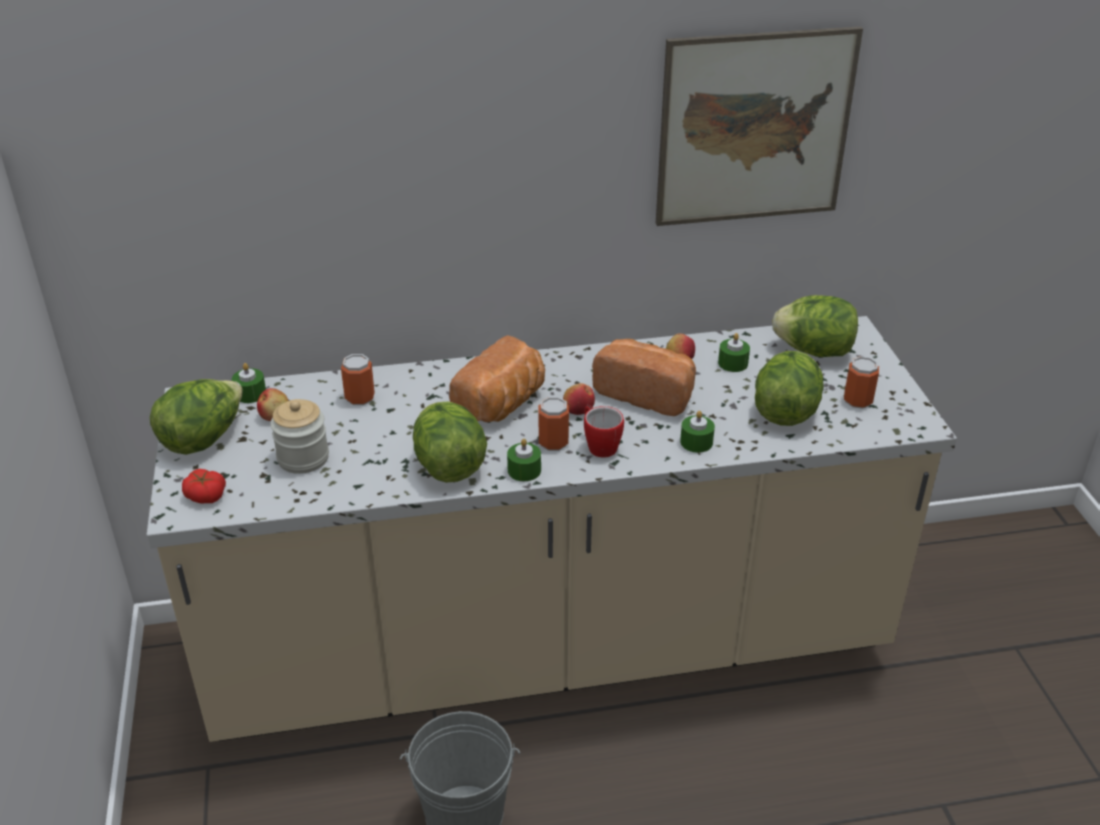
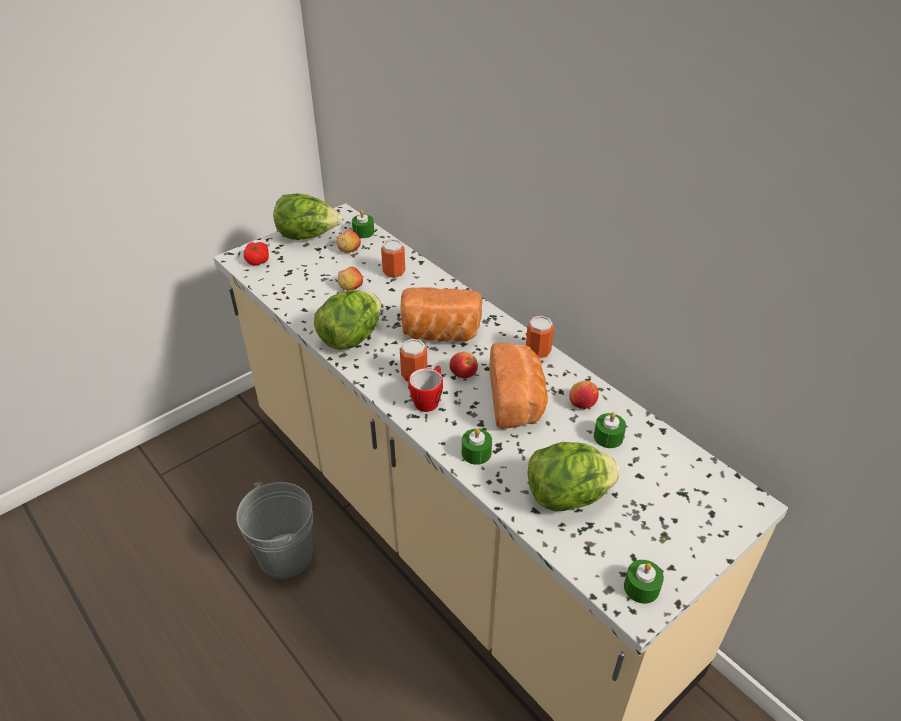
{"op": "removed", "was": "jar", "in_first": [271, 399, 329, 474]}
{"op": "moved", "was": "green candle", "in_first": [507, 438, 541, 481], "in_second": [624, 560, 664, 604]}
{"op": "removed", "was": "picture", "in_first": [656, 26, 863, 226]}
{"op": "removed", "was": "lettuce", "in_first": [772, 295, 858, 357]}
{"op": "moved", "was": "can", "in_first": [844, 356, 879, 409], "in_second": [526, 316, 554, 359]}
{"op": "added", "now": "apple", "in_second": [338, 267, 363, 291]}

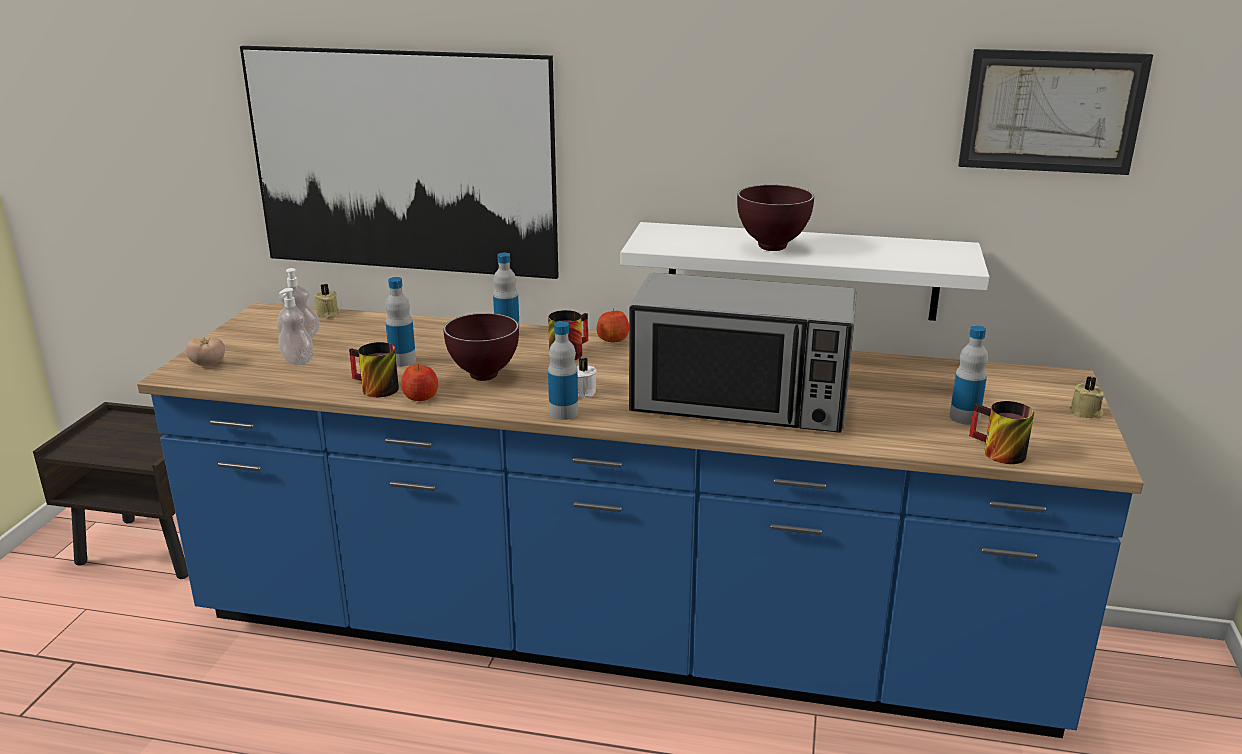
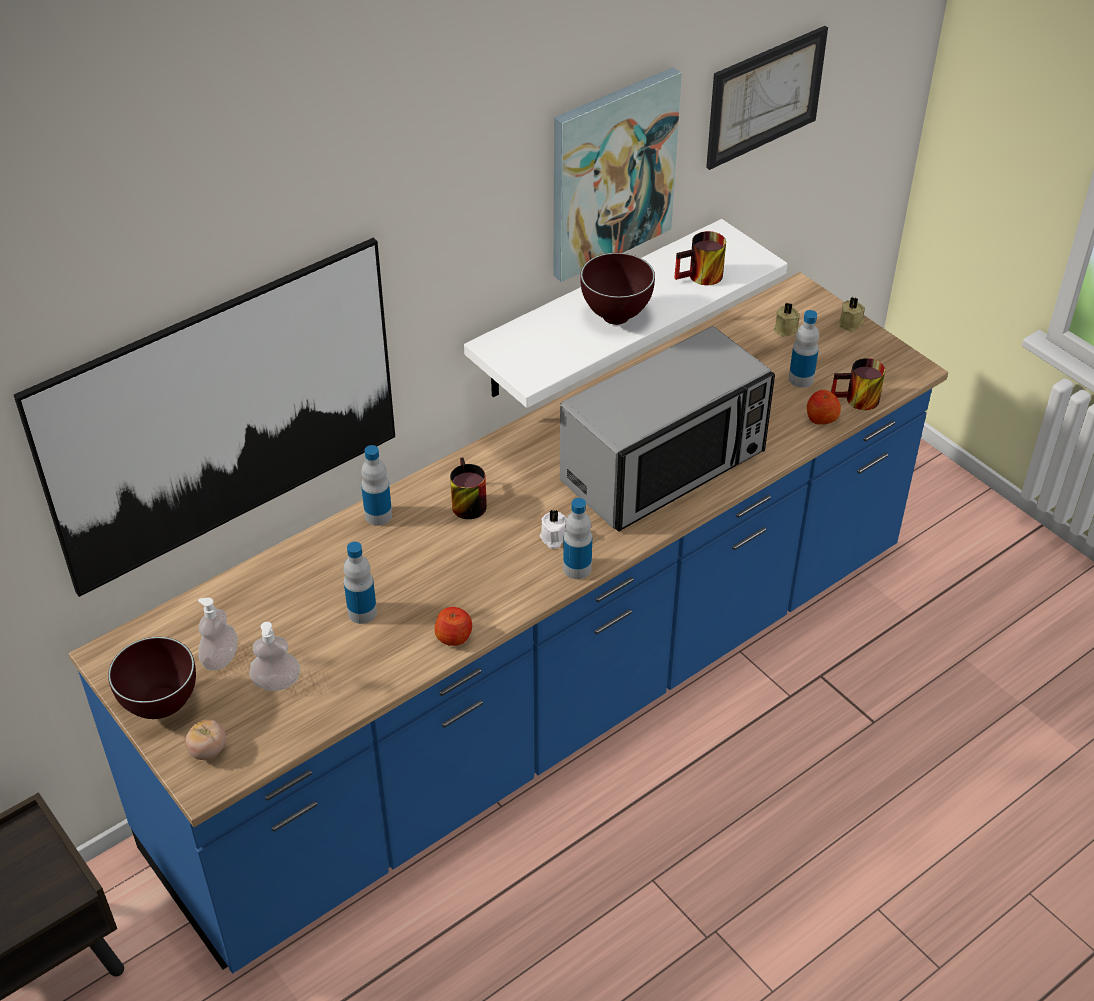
{"op": "moved", "was": "beige candle", "in_first": [315, 284, 340, 319], "in_second": [773, 303, 800, 337]}
{"op": "moved", "was": "mug", "in_first": [349, 342, 399, 397], "in_second": [674, 231, 726, 285]}
{"op": "moved", "was": "brown bowl", "in_first": [444, 313, 519, 381], "in_second": [108, 637, 196, 719]}
{"op": "moved", "was": "apple", "in_first": [597, 308, 629, 343], "in_second": [807, 390, 841, 425]}
{"op": "added", "now": "picture", "in_second": [553, 67, 682, 282]}

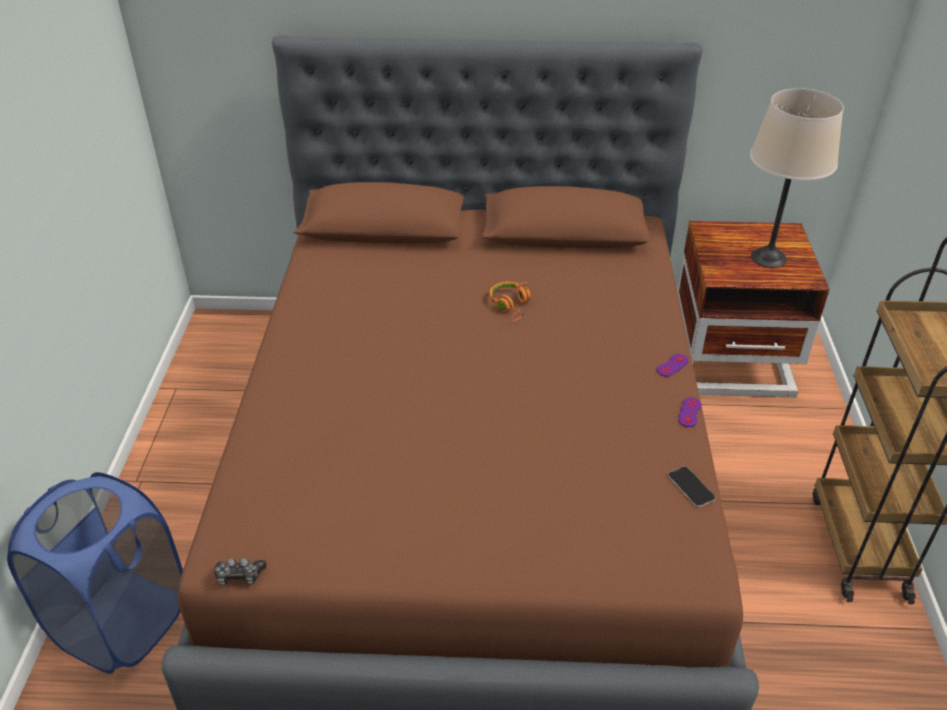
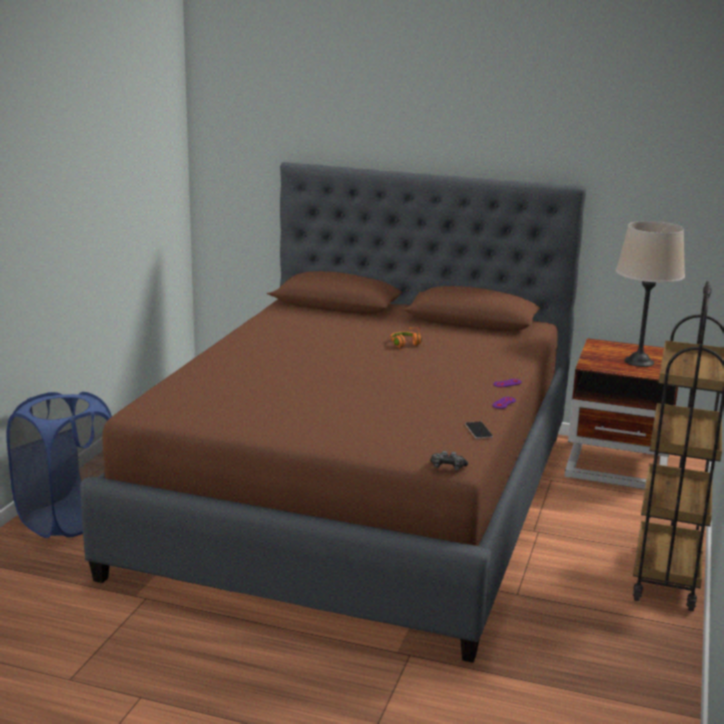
{"op": "moved", "was": "game controller", "in_first": [214, 558, 267, 586], "in_second": [430, 451, 468, 470]}

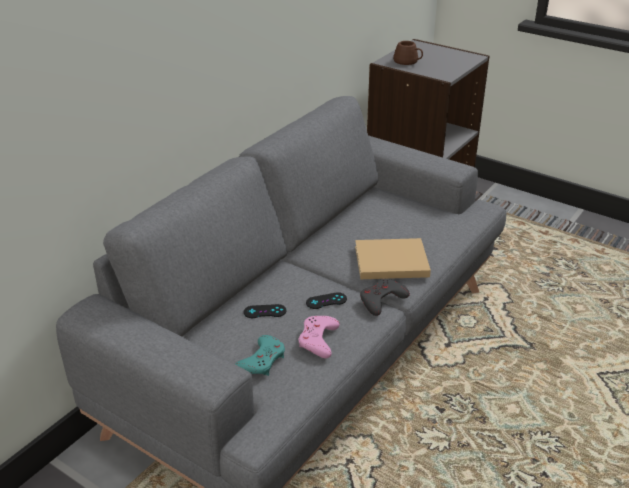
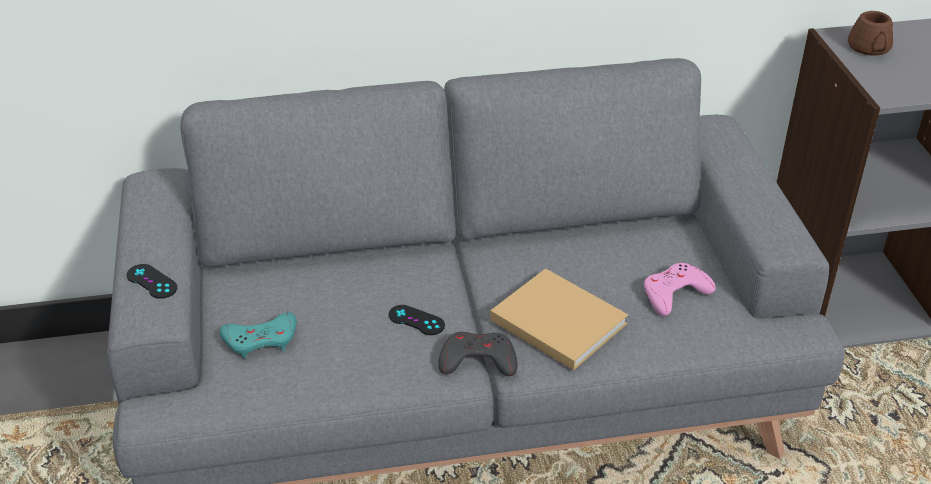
{"op": "moved", "was": "black game controller", "in_first": [244, 304, 287, 318], "in_second": [127, 264, 177, 299]}
{"op": "moved", "was": "pink game controller", "in_first": [298, 316, 340, 358], "in_second": [644, 263, 716, 316]}

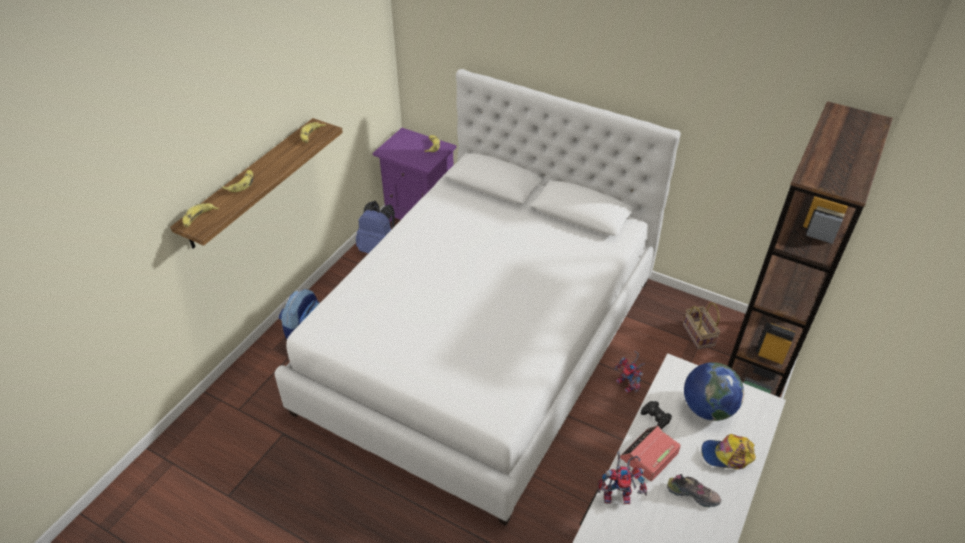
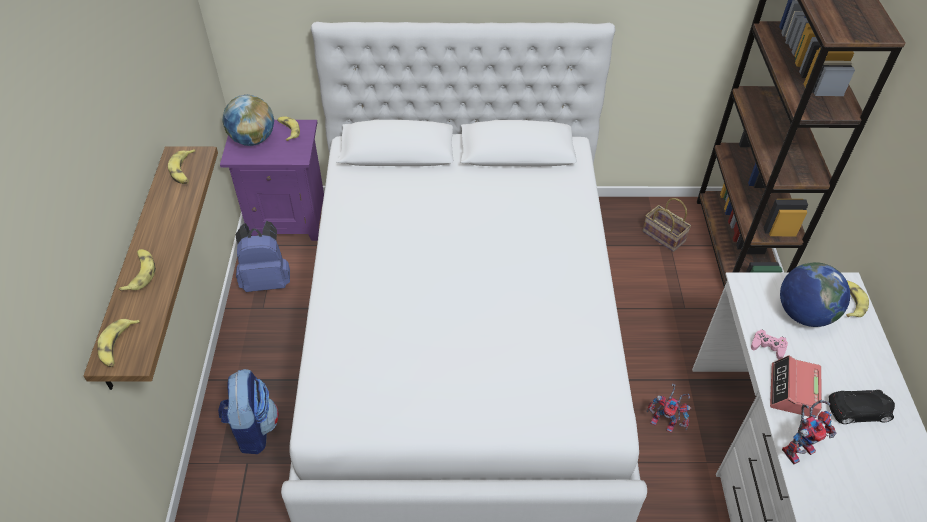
{"op": "moved", "was": "toy robot", "in_first": [614, 351, 645, 393], "in_second": [646, 383, 691, 433]}
{"op": "recoloured", "was": "black game controller", "now": "pink game controller", "in_first": [641, 401, 672, 429], "in_second": [751, 329, 788, 359]}
{"op": "replaced", "was": "shoe", "now": "black toy car", "in_first": [667, 474, 721, 507], "in_second": [829, 390, 895, 424]}
{"op": "removed", "was": "cap", "in_first": [701, 434, 756, 469]}
{"op": "added", "now": "globe", "in_second": [222, 95, 274, 146]}
{"op": "added", "now": "banana", "in_second": [846, 281, 869, 317]}

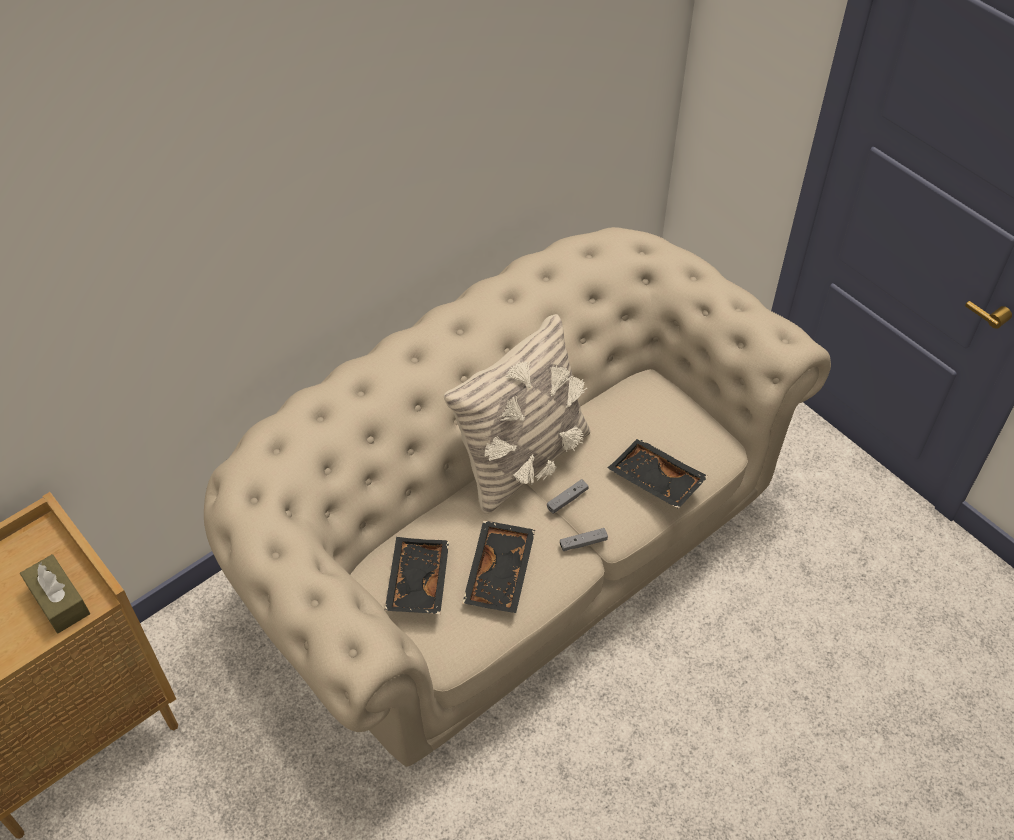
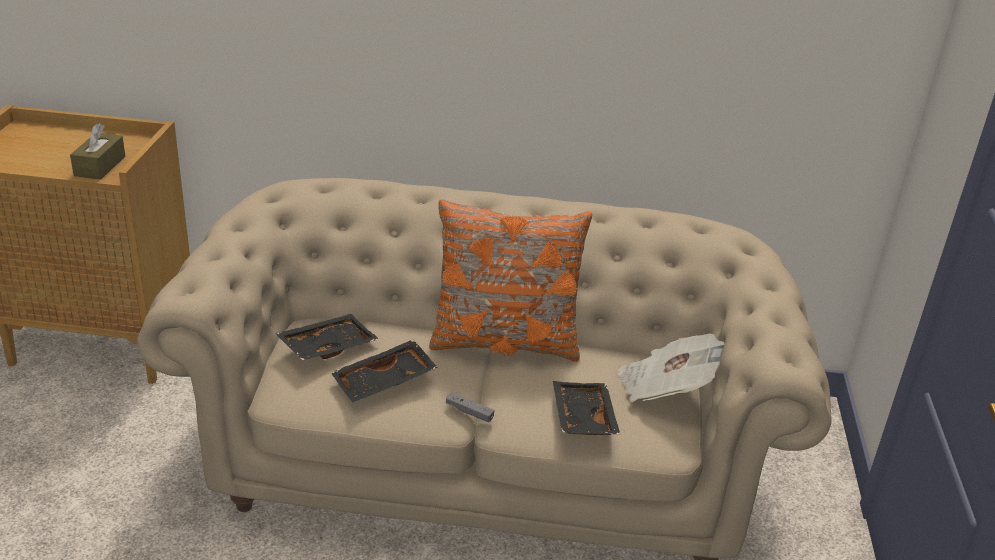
{"op": "recoloured", "was": "beige pillow", "now": "orange pillow", "in_first": [444, 314, 590, 514], "in_second": [429, 199, 592, 362]}
{"op": "removed", "was": "grey game controller", "in_first": [547, 479, 589, 514]}
{"op": "added", "now": "newspaper", "in_second": [617, 334, 725, 402]}

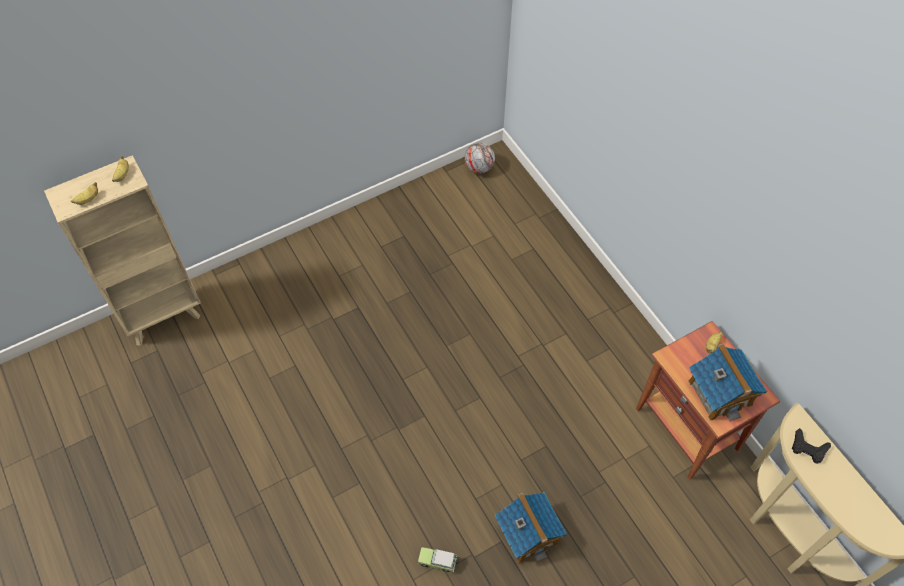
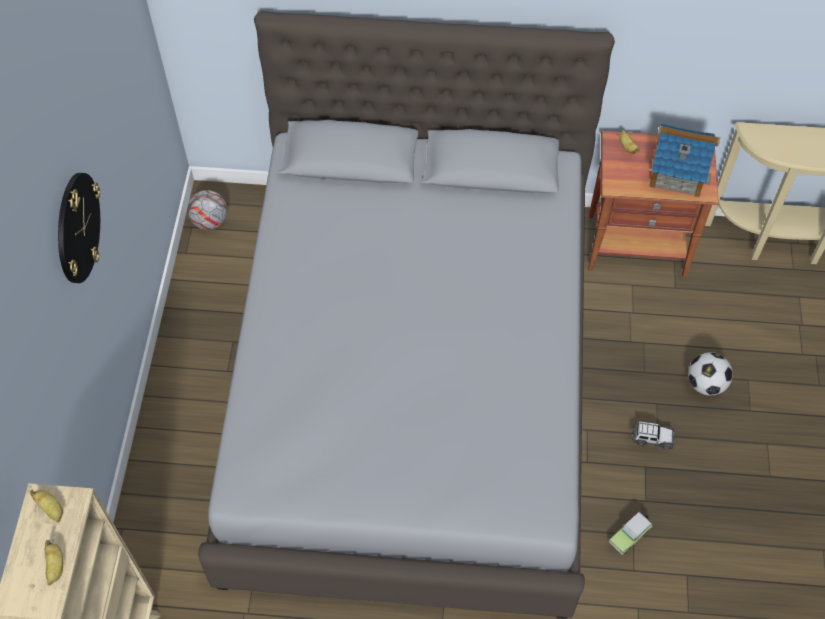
{"op": "replaced", "was": "toy house", "now": "toy car", "in_first": [495, 492, 567, 563], "in_second": [632, 422, 675, 450]}
{"op": "removed", "was": "black game controller", "in_first": [792, 428, 831, 464]}
{"op": "added", "now": "wall clock", "in_second": [58, 173, 100, 283]}
{"op": "added", "now": "grey bed", "in_second": [198, 11, 615, 619]}
{"op": "added", "now": "football", "in_second": [688, 352, 733, 396]}

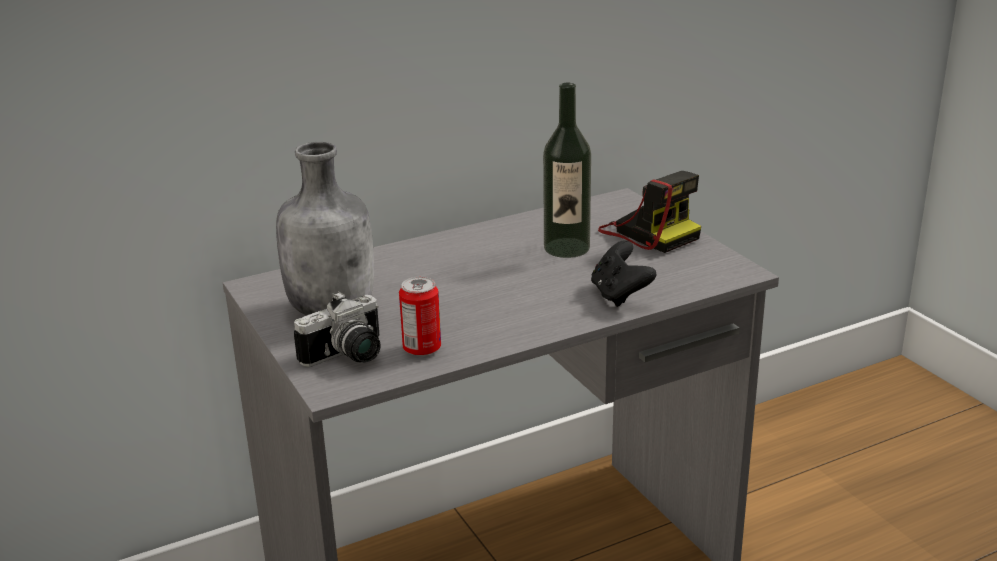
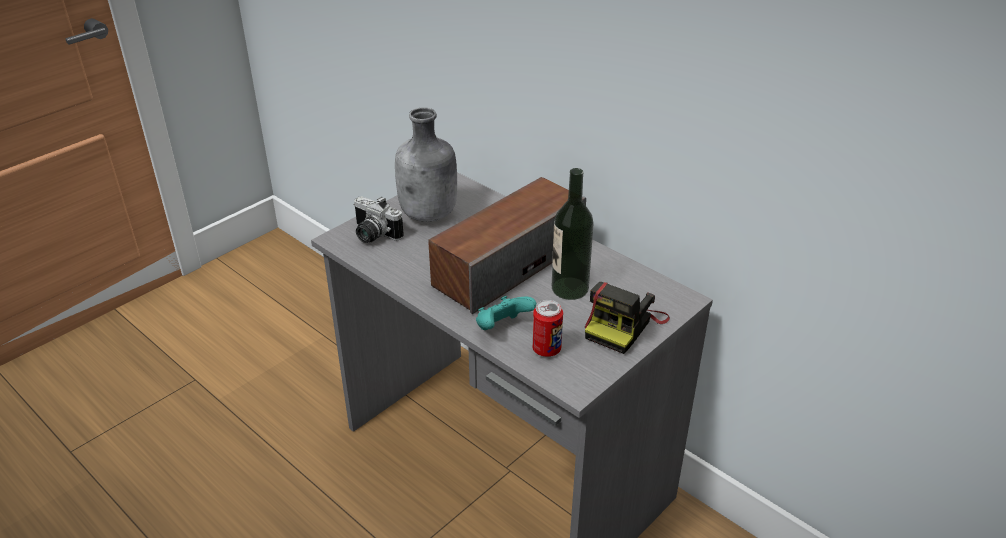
{"op": "moved", "was": "can", "in_first": [399, 277, 441, 356], "in_second": [532, 300, 563, 357]}
{"op": "recoloured", "was": "black game controller", "now": "turquoise game controller", "in_first": [591, 240, 656, 307], "in_second": [476, 296, 537, 330]}
{"op": "added", "now": "speaker", "in_second": [428, 177, 586, 314]}

